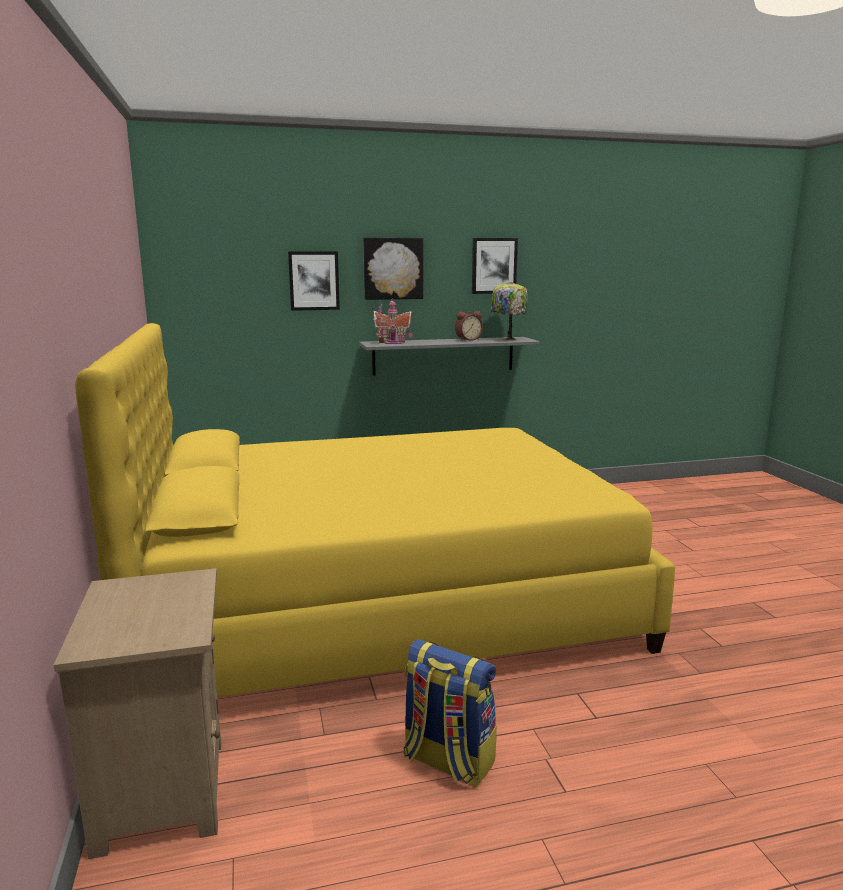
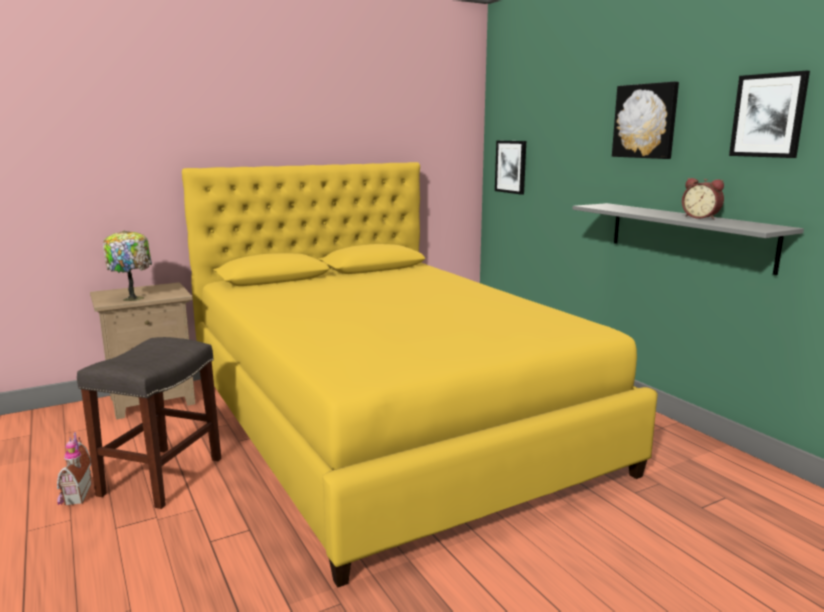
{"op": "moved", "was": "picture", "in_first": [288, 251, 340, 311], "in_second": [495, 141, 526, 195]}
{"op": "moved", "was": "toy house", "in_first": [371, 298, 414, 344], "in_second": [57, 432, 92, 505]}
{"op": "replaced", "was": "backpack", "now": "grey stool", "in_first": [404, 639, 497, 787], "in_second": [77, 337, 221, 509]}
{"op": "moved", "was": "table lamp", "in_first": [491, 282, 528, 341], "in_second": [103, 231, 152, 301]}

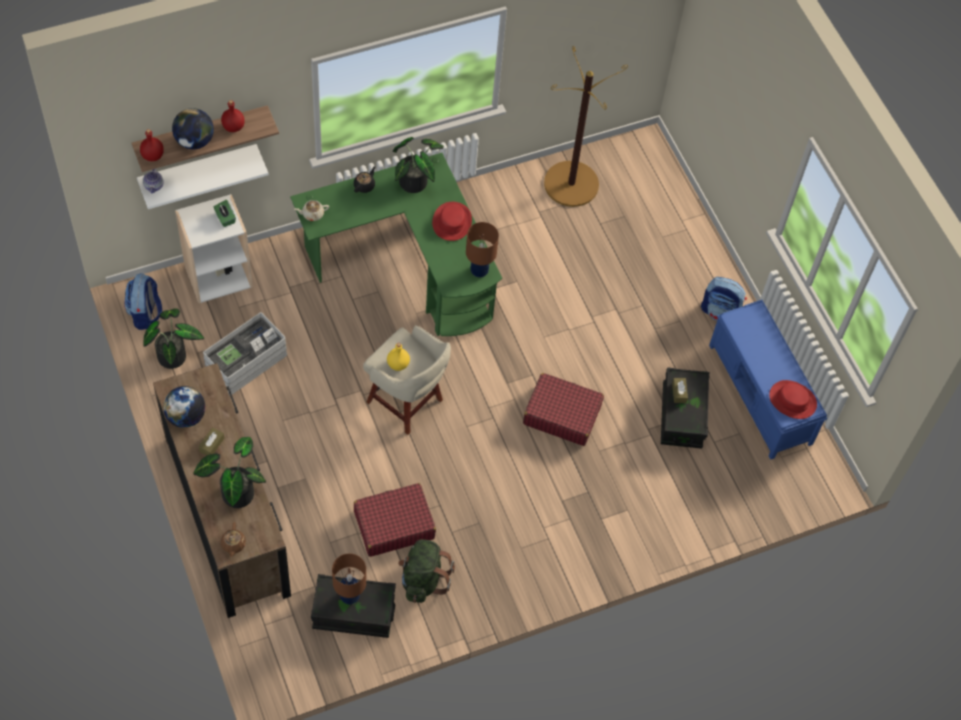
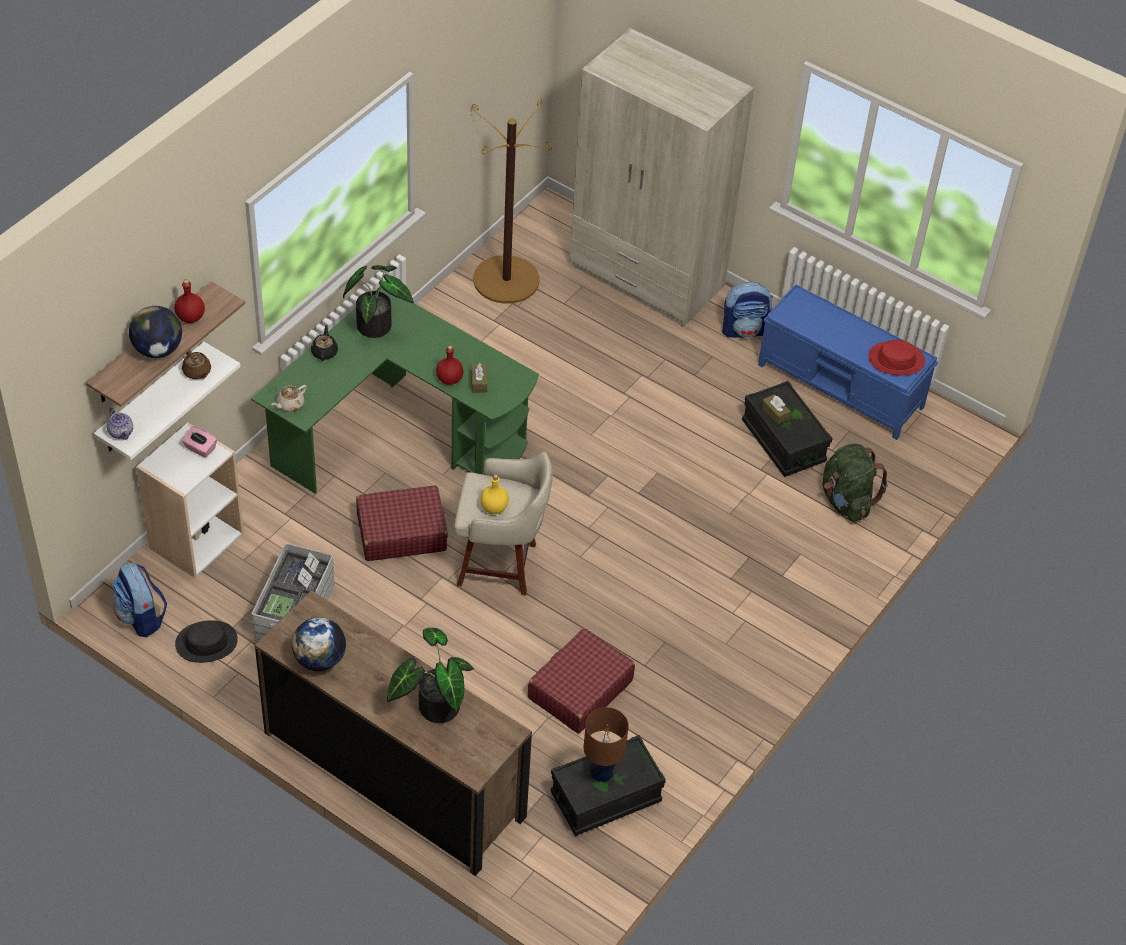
{"op": "moved", "was": "red bottle", "in_first": [140, 129, 164, 161], "in_second": [436, 346, 463, 385]}
{"op": "replaced", "was": "potted plant", "now": "black hat", "in_first": [144, 308, 205, 369], "in_second": [175, 620, 238, 663]}
{"op": "moved", "was": "brown tissue box", "in_first": [199, 427, 224, 455], "in_second": [471, 363, 487, 393]}
{"op": "recoloured", "was": "green tissue box", "now": "pink tissue box", "in_first": [214, 200, 236, 227], "in_second": [182, 426, 217, 458]}
{"op": "moved", "was": "brown teapot", "in_first": [221, 522, 246, 557], "in_second": [182, 350, 211, 379]}
{"op": "moved", "was": "green backpack", "in_first": [398, 539, 455, 603], "in_second": [822, 444, 888, 522]}
{"op": "removed", "was": "red hat", "in_first": [432, 202, 472, 241]}
{"op": "removed", "was": "brown table lamp", "in_first": [466, 222, 499, 277]}
{"op": "moved", "was": "red suitcase", "in_first": [523, 373, 604, 446], "in_second": [356, 485, 448, 561]}
{"op": "added", "now": "beige wardrobe", "in_second": [569, 28, 754, 327]}

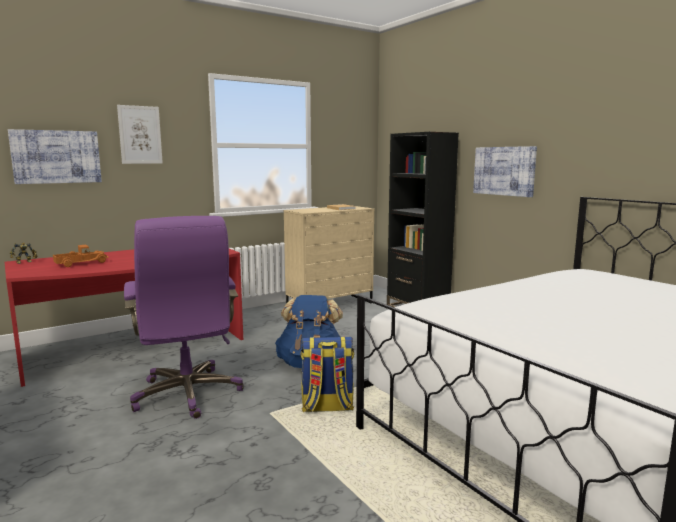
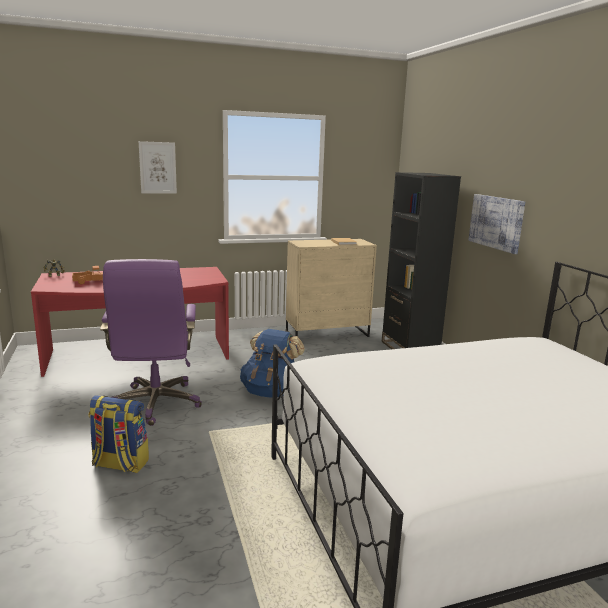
{"op": "removed", "was": "picture", "in_first": [8, 129, 102, 184]}
{"op": "moved", "was": "backpack", "in_first": [300, 337, 354, 412], "in_second": [88, 395, 149, 473]}

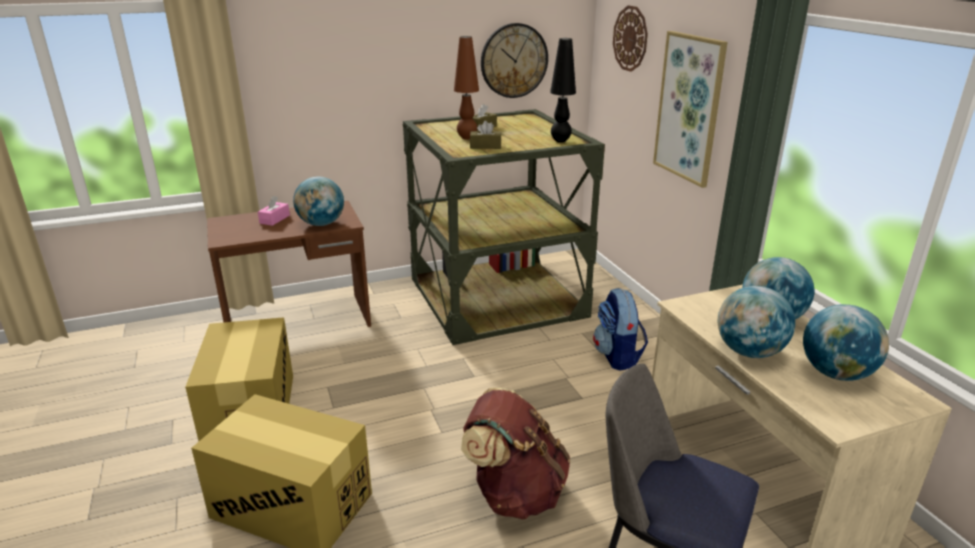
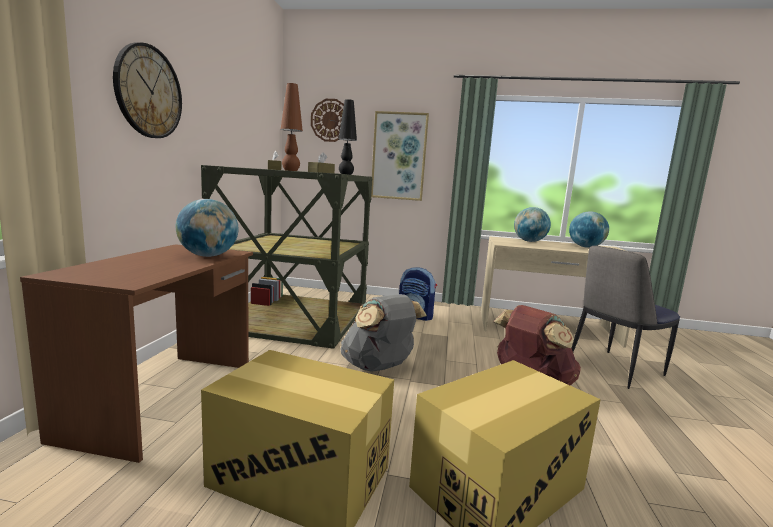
{"op": "removed", "was": "pink tissue box", "in_first": [258, 196, 290, 226]}
{"op": "moved", "was": "wall clock", "in_first": [481, 23, 548, 98], "in_second": [113, 43, 182, 138]}
{"op": "removed", "was": "globe", "in_first": [718, 286, 795, 358]}
{"op": "added", "now": "grey backpack", "in_second": [340, 294, 427, 371]}

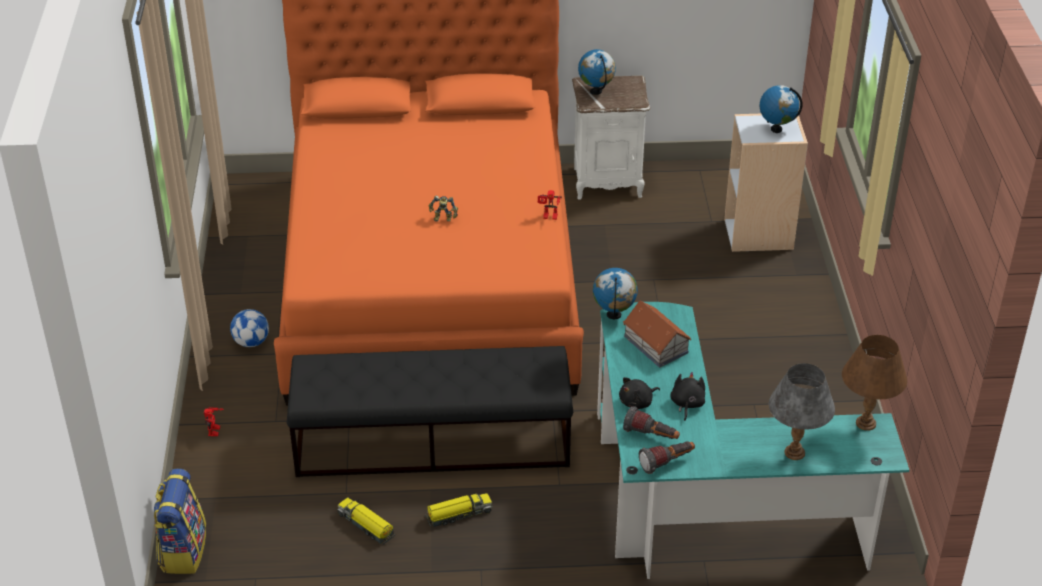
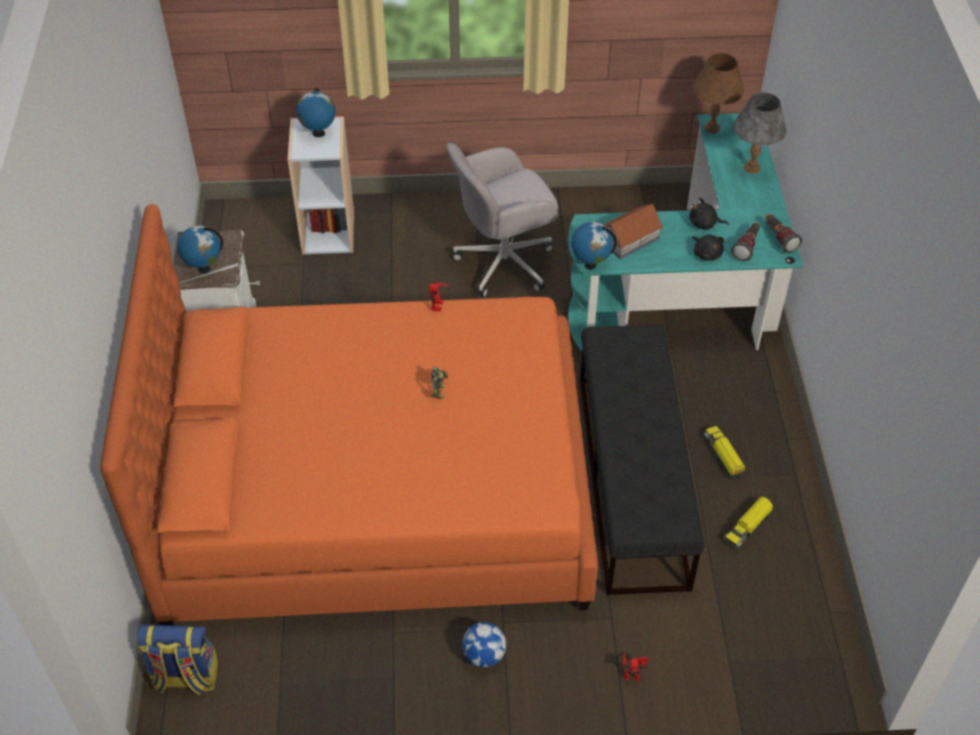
{"op": "moved", "was": "backpack", "in_first": [153, 469, 206, 574], "in_second": [137, 624, 218, 695]}
{"op": "added", "now": "grey office chair", "in_second": [446, 143, 558, 297]}

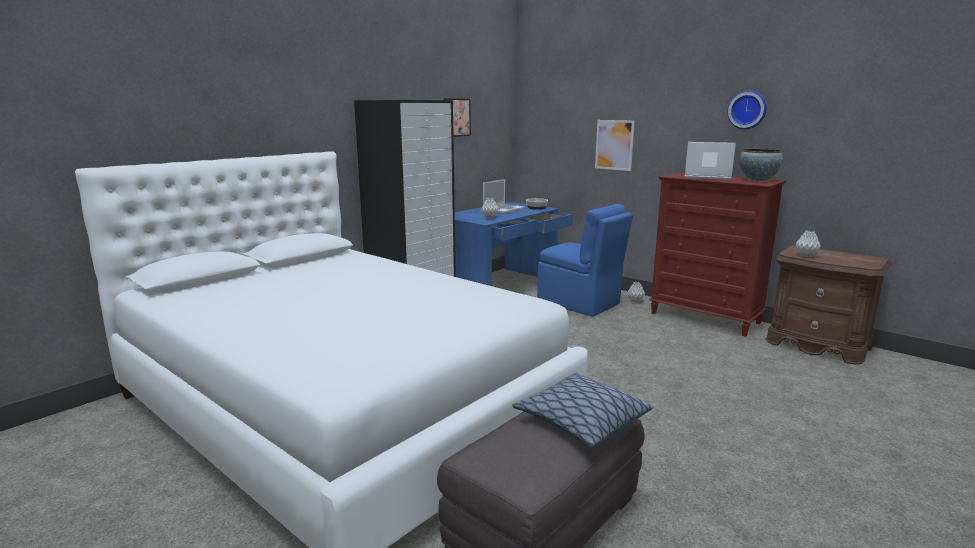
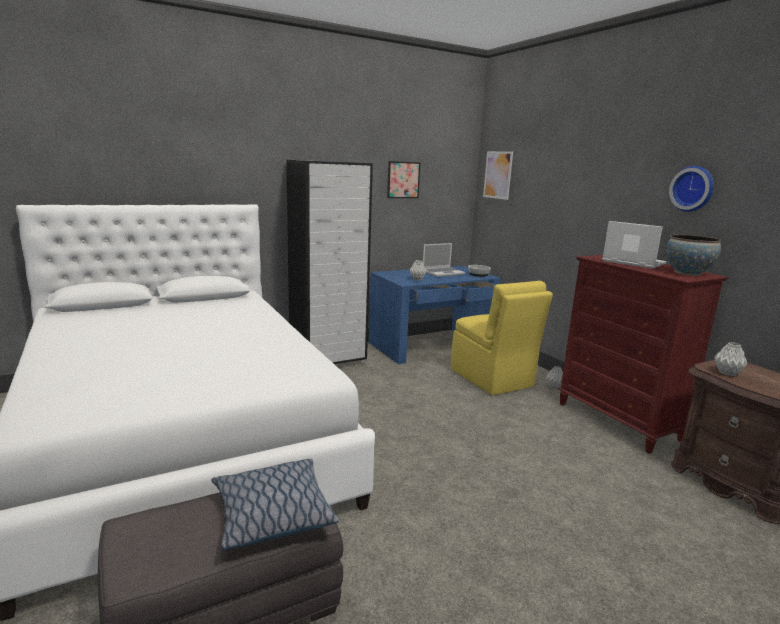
{"op": "recoloured", "was": "blue chair", "now": "yellow chair", "in_first": [537, 204, 633, 317], "in_second": [451, 281, 553, 395]}
{"op": "moved", "was": "picture", "in_first": [595, 120, 635, 171], "in_second": [483, 151, 513, 200]}

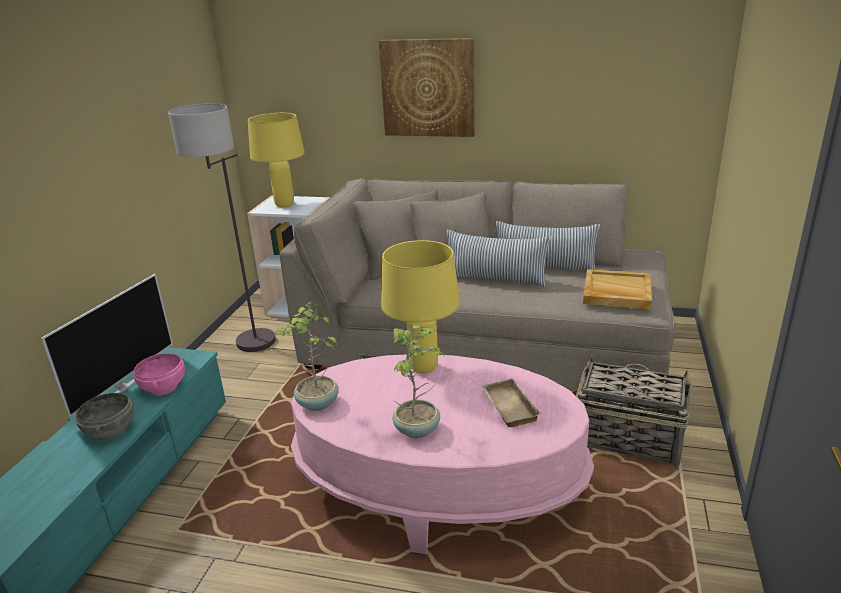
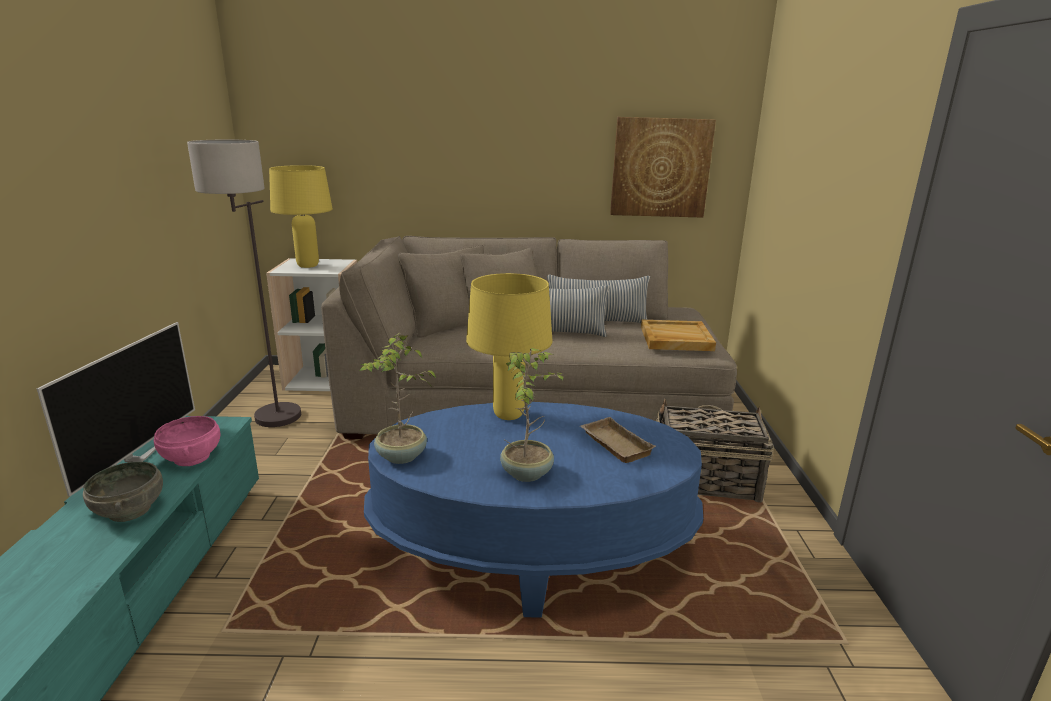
{"op": "recoloured", "was": "pink coffee table", "now": "blue coffee table", "in_first": [291, 355, 594, 554], "in_second": [364, 402, 703, 618]}
{"op": "moved", "was": "picture", "in_first": [379, 38, 475, 137], "in_second": [610, 117, 716, 218]}

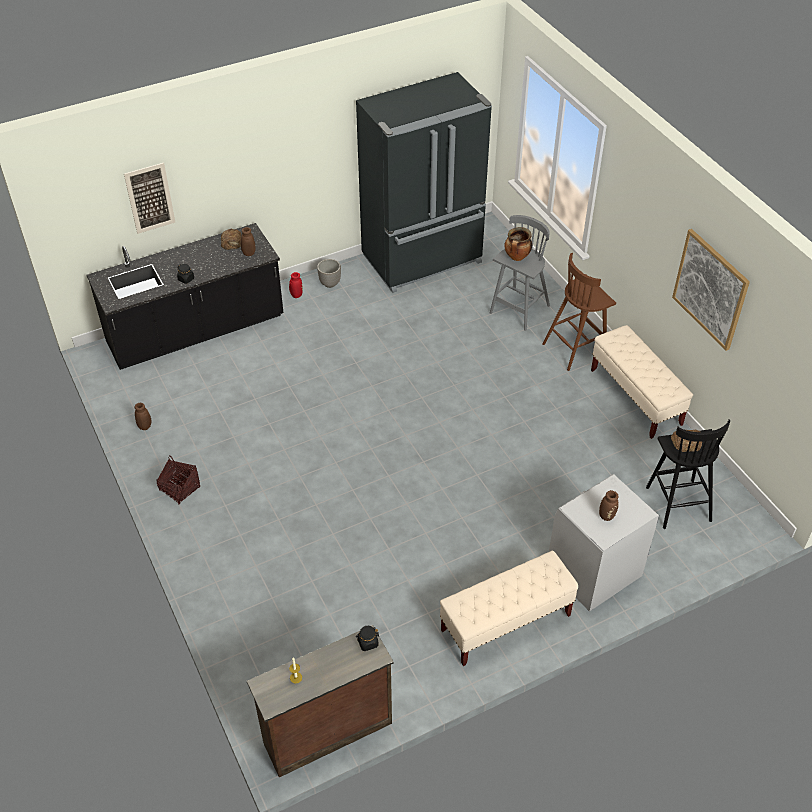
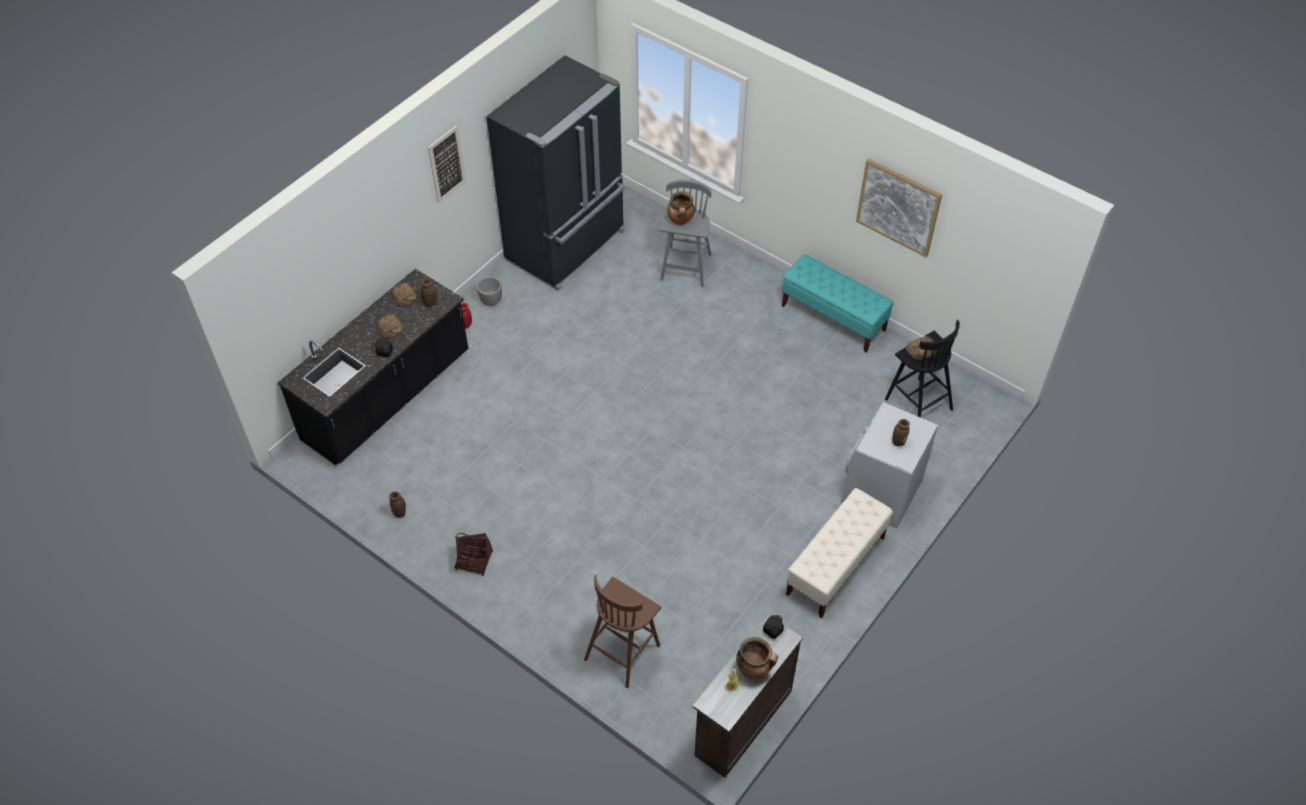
{"op": "moved", "was": "picture", "in_first": [124, 163, 175, 234], "in_second": [428, 125, 466, 204]}
{"op": "moved", "was": "brown stool", "in_first": [542, 253, 616, 371], "in_second": [584, 574, 661, 688]}
{"op": "recoloured", "was": "beige bench", "now": "turquoise bench", "in_first": [591, 325, 693, 439], "in_second": [782, 254, 894, 353]}
{"op": "added", "now": "bread", "in_second": [377, 314, 403, 339]}
{"op": "added", "now": "cooking pot", "in_second": [736, 637, 778, 679]}

